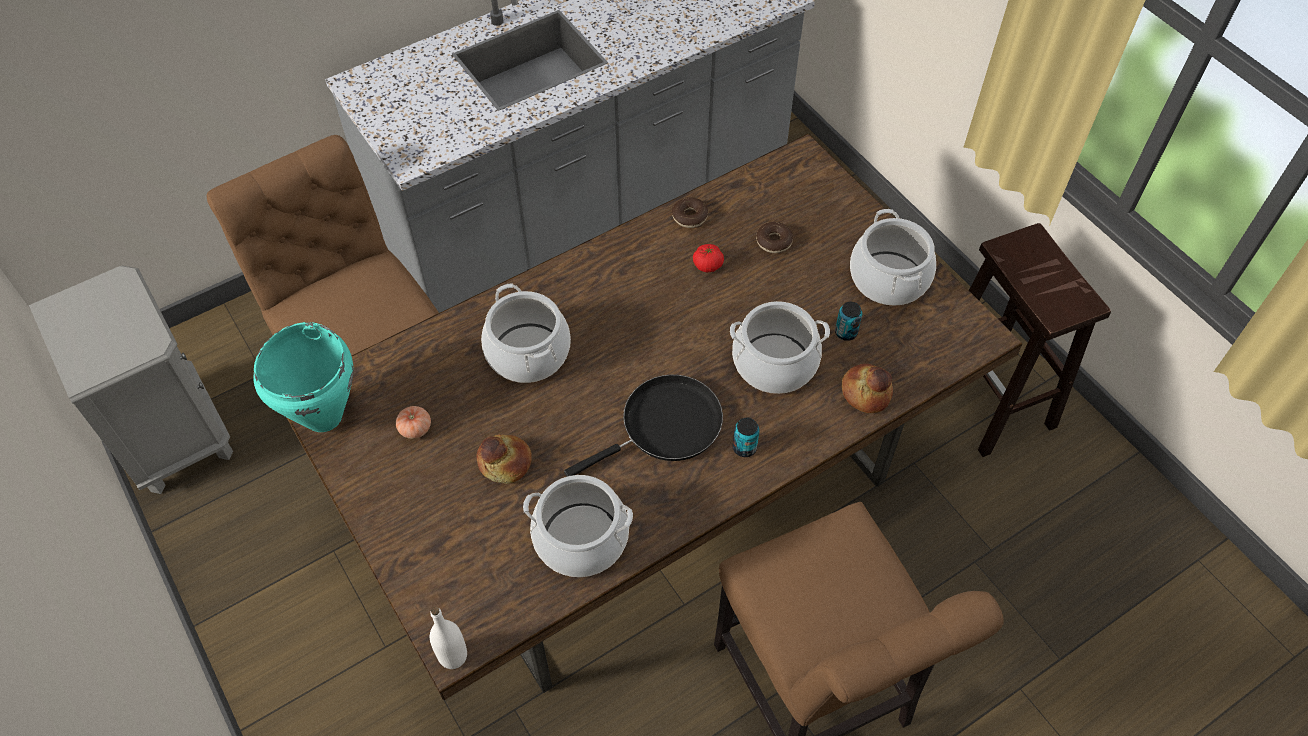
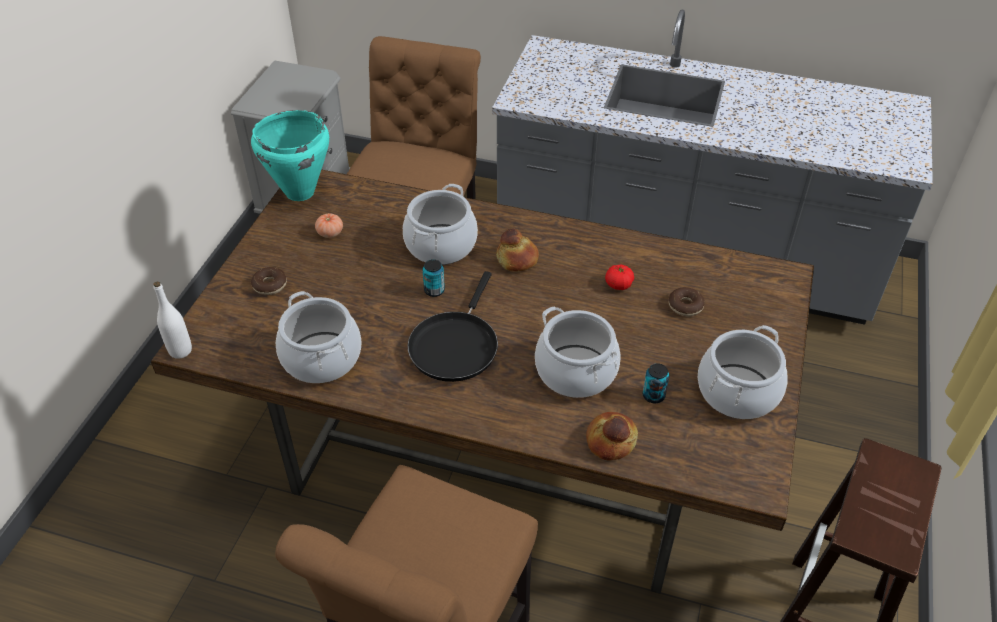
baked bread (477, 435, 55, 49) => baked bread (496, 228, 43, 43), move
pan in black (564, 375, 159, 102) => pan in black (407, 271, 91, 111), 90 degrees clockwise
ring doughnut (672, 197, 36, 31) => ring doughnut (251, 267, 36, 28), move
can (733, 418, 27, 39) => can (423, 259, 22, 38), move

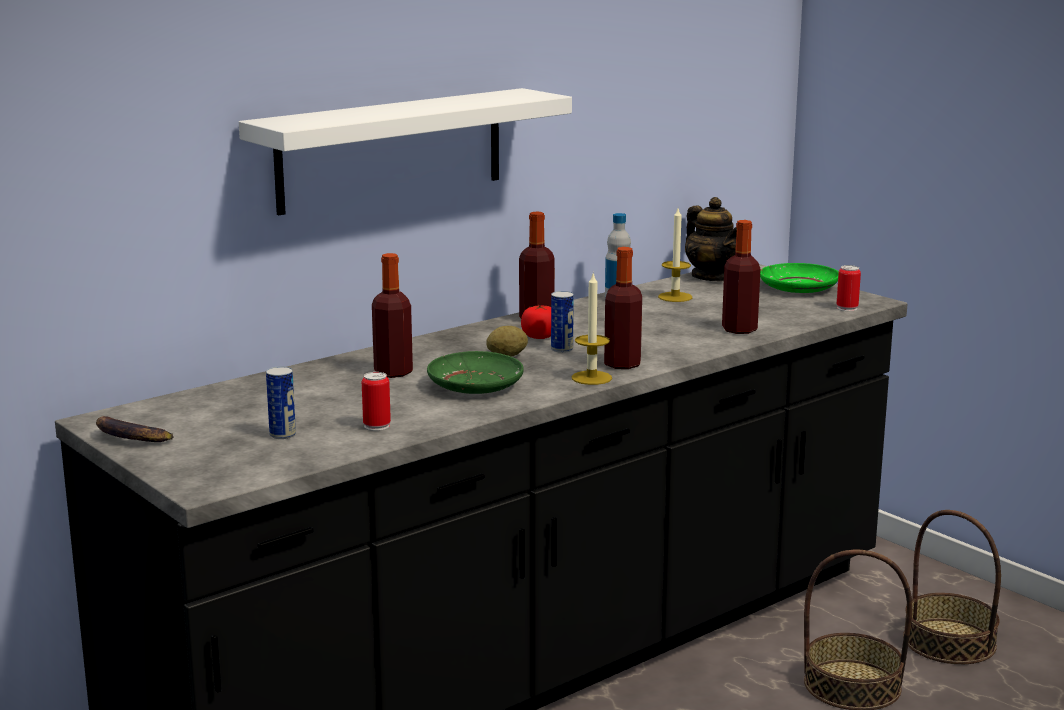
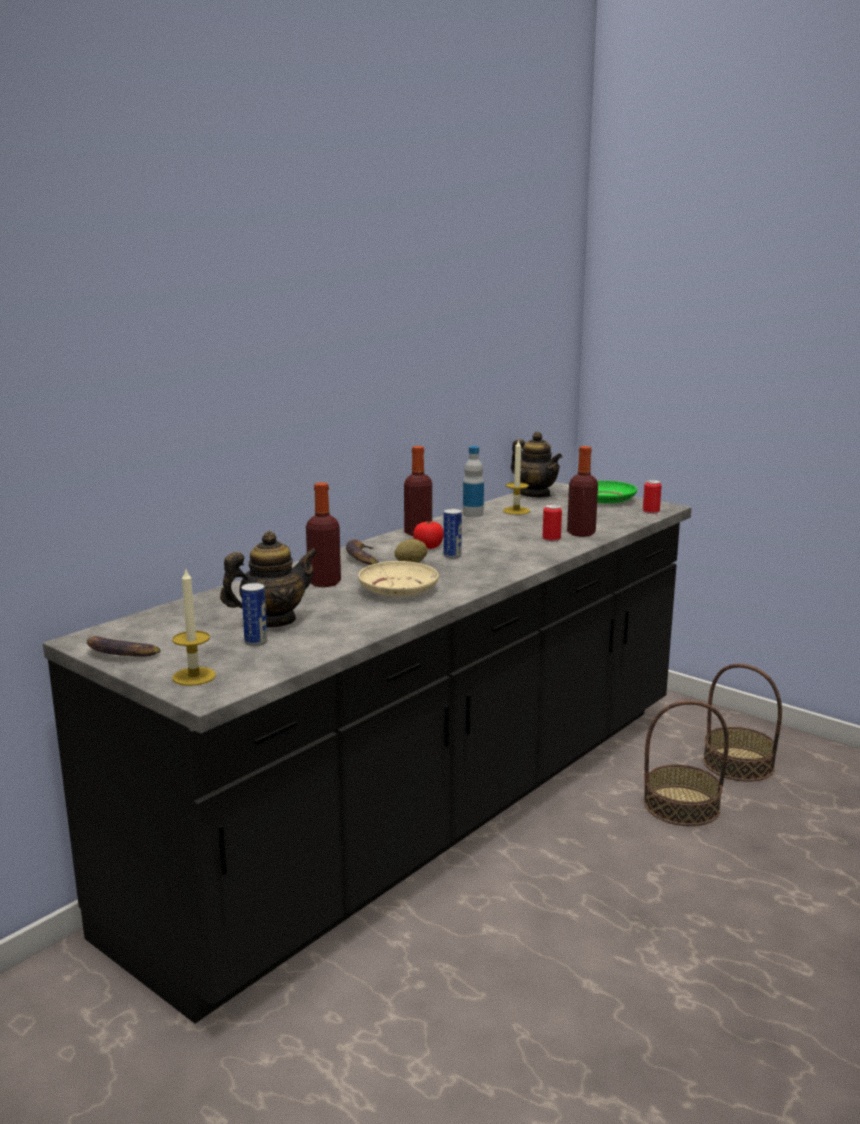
shelf in whitish (239, 88, 333, 127) => nothing
can (362, 372, 29, 59) => can (542, 504, 20, 39), move
dinner plate in greenish (427, 351, 96, 43) => dinner plate in beige (358, 561, 81, 36)
wax light (572, 274, 40, 111) => wax light (172, 567, 44, 119), move
beverage bottle (604, 247, 38, 122) => nothing
nothing => pot for tea (220, 531, 98, 96)
nothing => banana (346, 539, 33, 26)

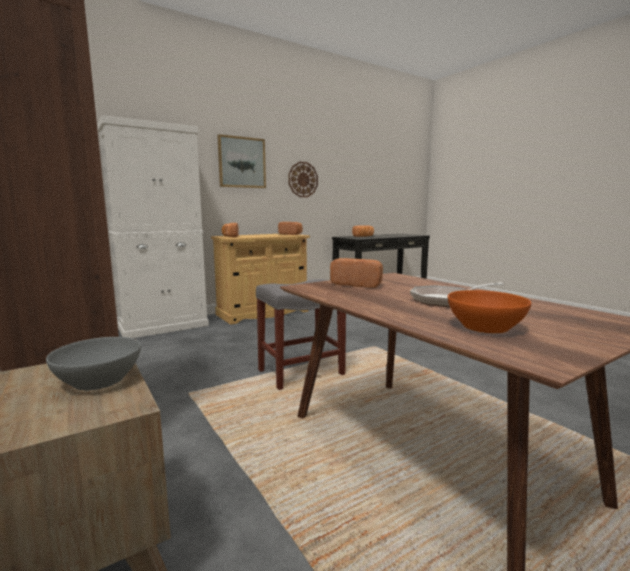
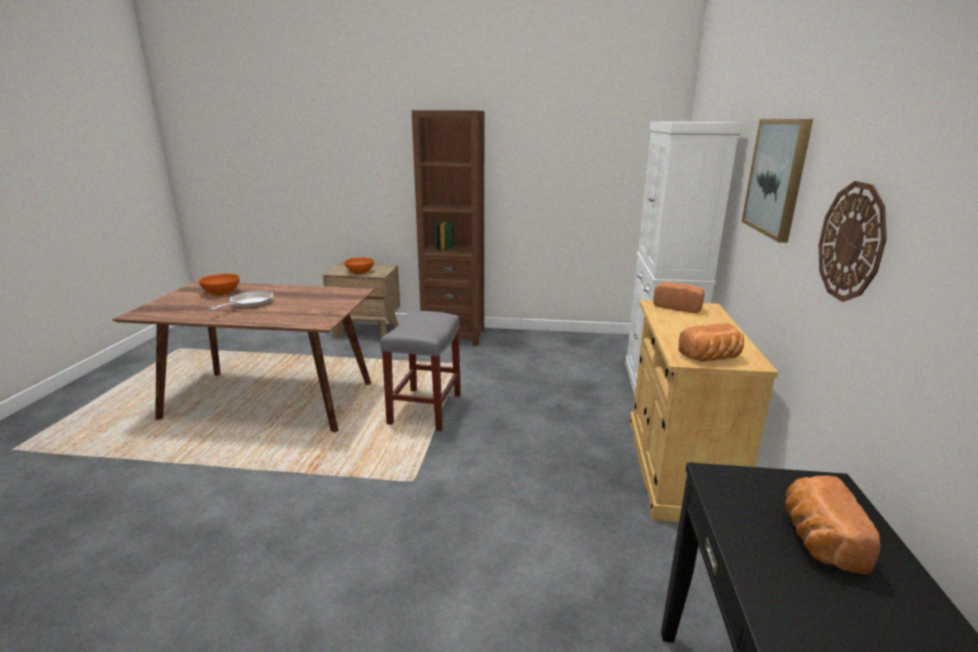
serving bowl in gray (46, 337, 95, 53) => serving bowl in orange (344, 257, 30, 17)
baked bread (330, 258, 53, 30) => nothing

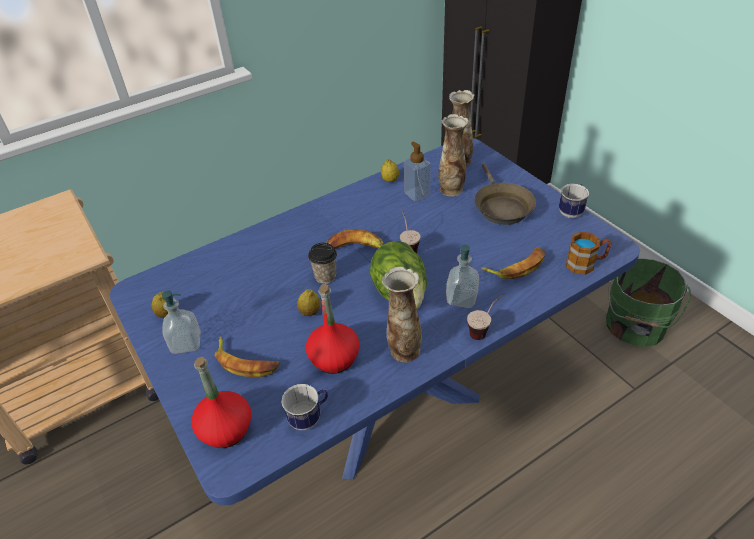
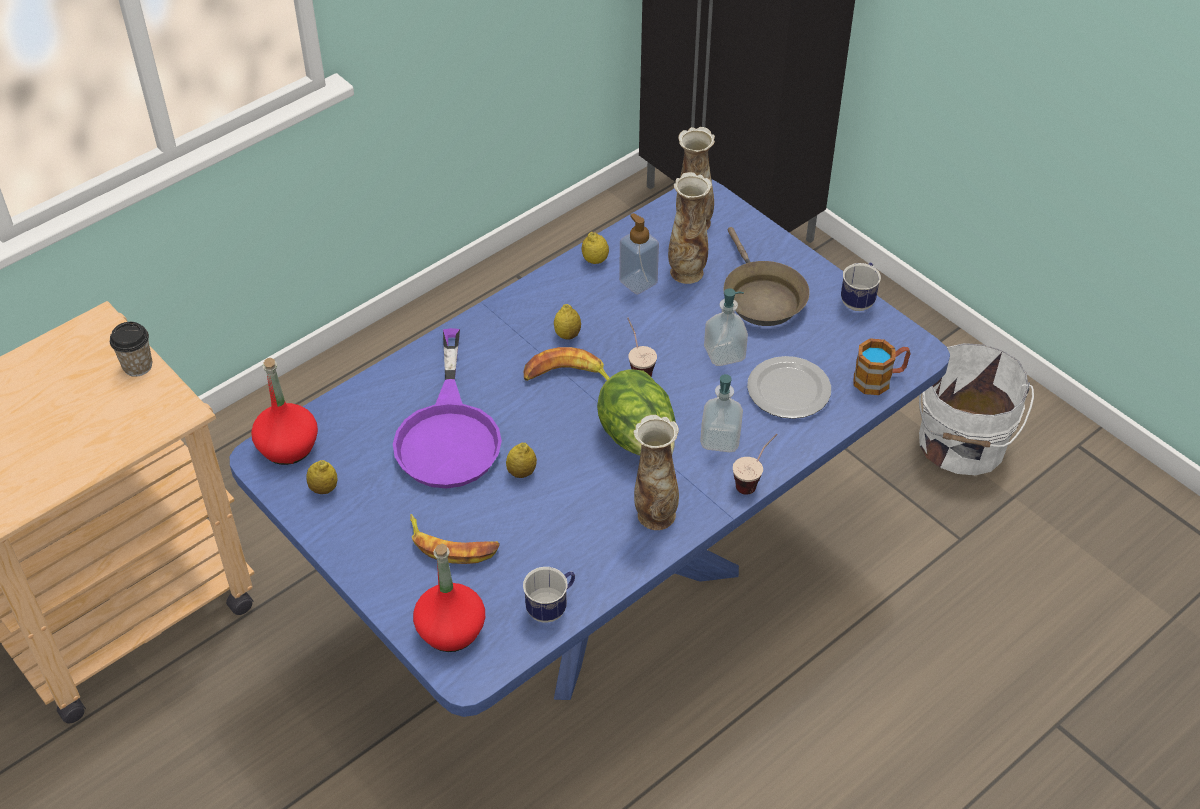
soap bottle (162, 291, 39, 63) => soap bottle (704, 288, 44, 78), move
beverage bottle in red (306, 284, 54, 90) => beverage bottle in red (251, 358, 67, 107), move
cup (308, 243, 29, 41) => cup (110, 322, 42, 55), move
banana (481, 247, 64, 32) => dinner plate (747, 356, 84, 63)
bucket in greenish (606, 258, 85, 89) => bucket in whitish (919, 343, 115, 132)
nothing => pan in purplish (393, 328, 109, 161)
nothing => lemon (554, 304, 27, 36)

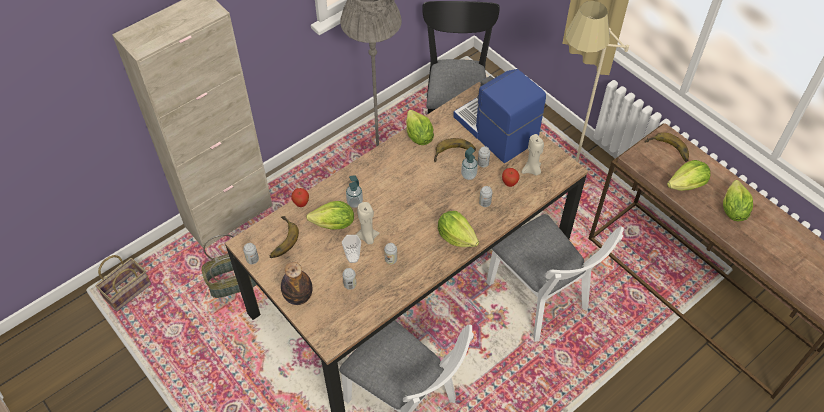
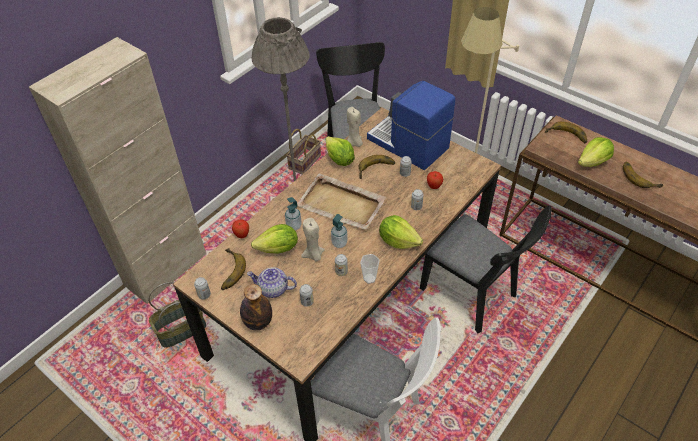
household basket (96, 255, 55, 56) => household basket (286, 129, 35, 45), move
cup (342, 235, 19, 28) => cup (360, 254, 20, 30), move
soap bottle (461, 147, 17, 33) => soap bottle (331, 214, 17, 34), move
plain chair in whitish (486, 214, 138, 128) => plain chair in black (420, 205, 132, 128)
wax light in beige (521, 134, 23, 42) => wax light in beige (347, 107, 16, 40), move
lettuce head (723, 180, 30, 41) => banana (623, 161, 40, 27)
nothing => pot for tea (247, 267, 50, 31)
nothing => serving tray in beige (297, 174, 90, 56)

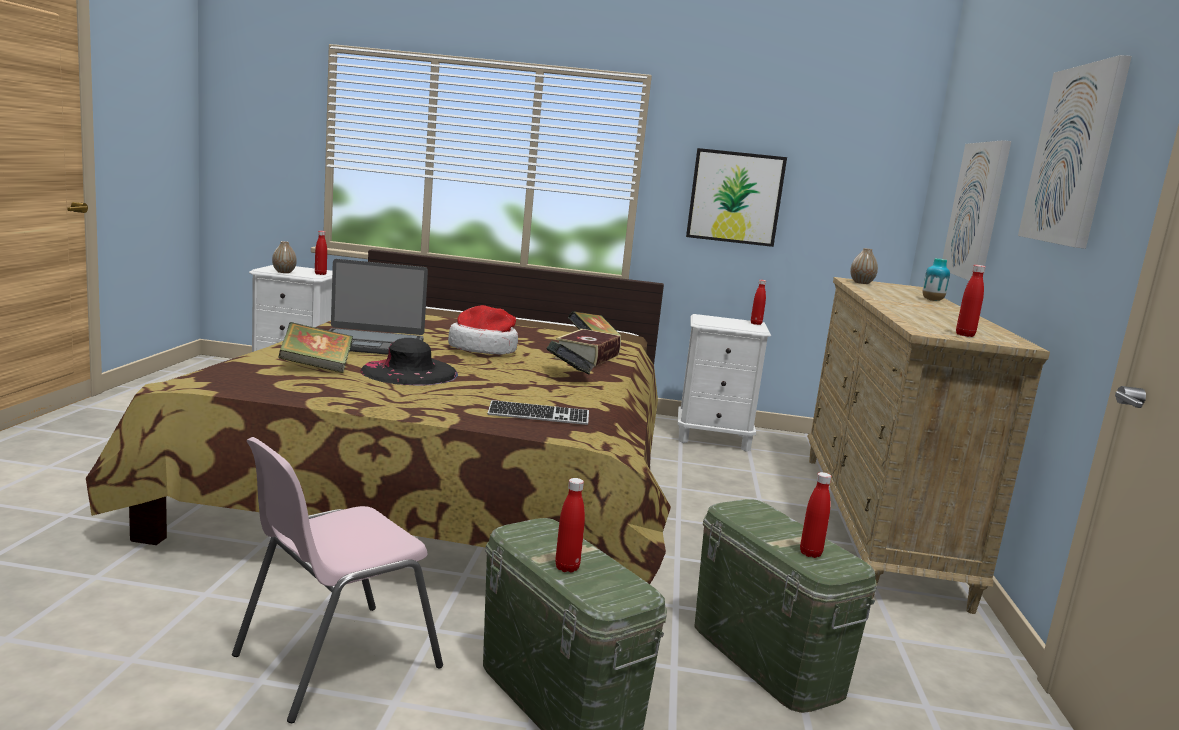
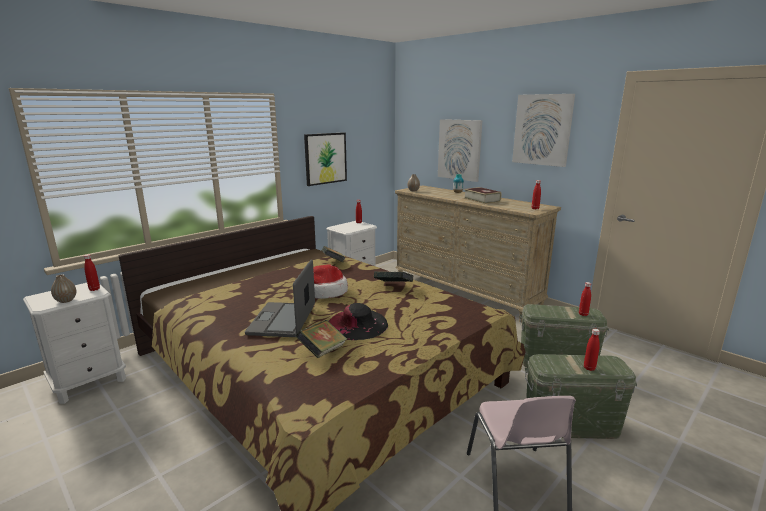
notebook computer (328, 259, 100, 96) => notebook computer (245, 260, 70, 77), 150 degrees clockwise
keyboard (487, 400, 102, 25) => nothing
bound book (554, 329, 67, 38) => bound book (463, 187, 38, 17), move

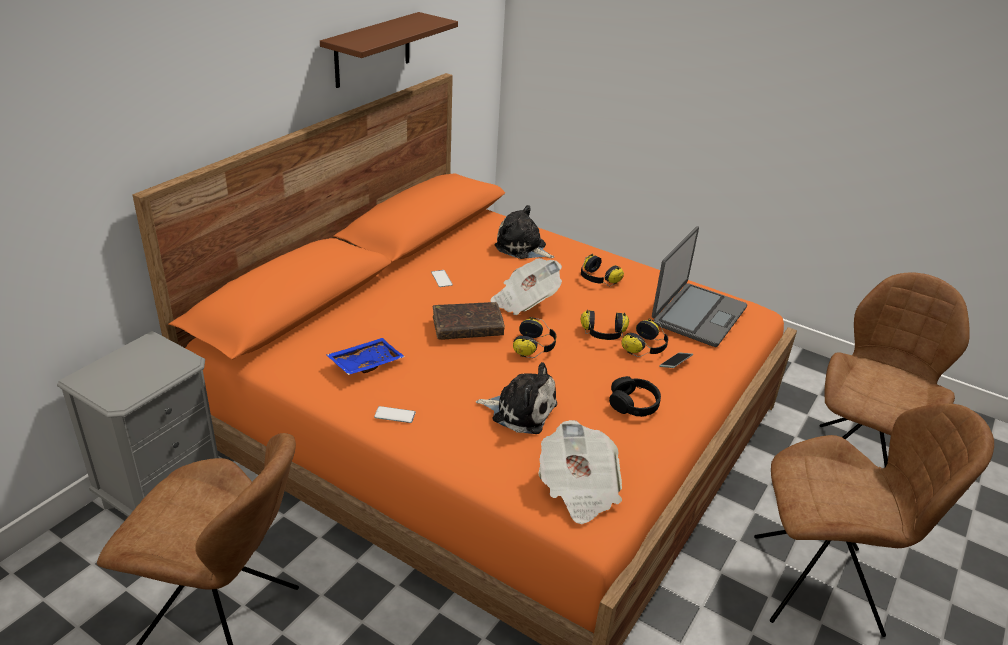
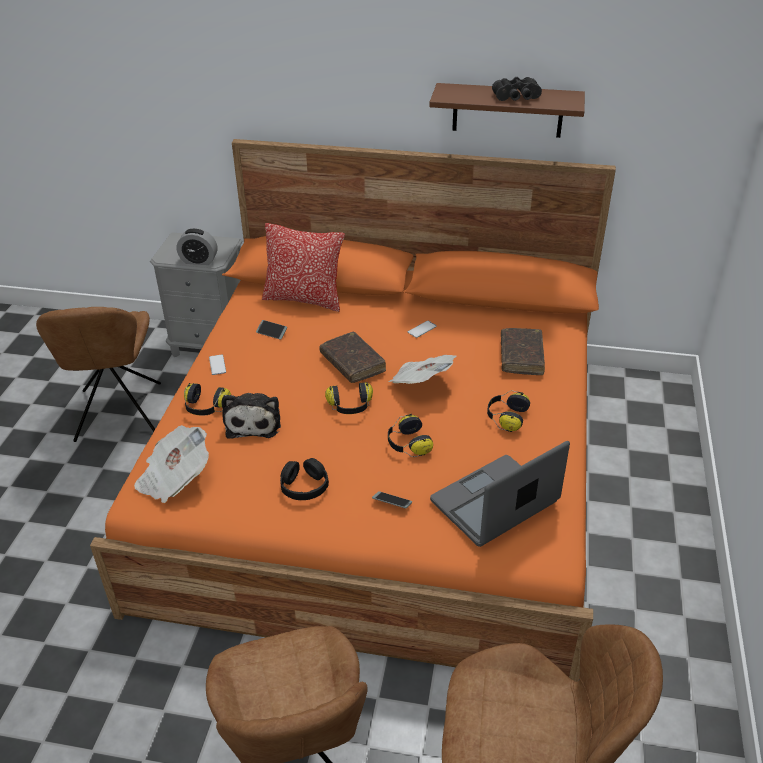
serving tray in blue (327, 338, 78, 37) => phone (256, 320, 31, 20)
plush toy (495, 205, 59, 54) => bound book in brown (501, 328, 44, 47)
pair of headphones (621, 318, 47, 39) => pair of headphones (184, 383, 47, 33), move
notebook computer (652, 226, 95, 121) => notebook computer (430, 441, 140, 106), 135 degrees clockwise
nothing => bedside clock (176, 228, 41, 37)
nothing => cushion (262, 223, 83, 89)
nothing => field glasses in black (492, 77, 50, 24)

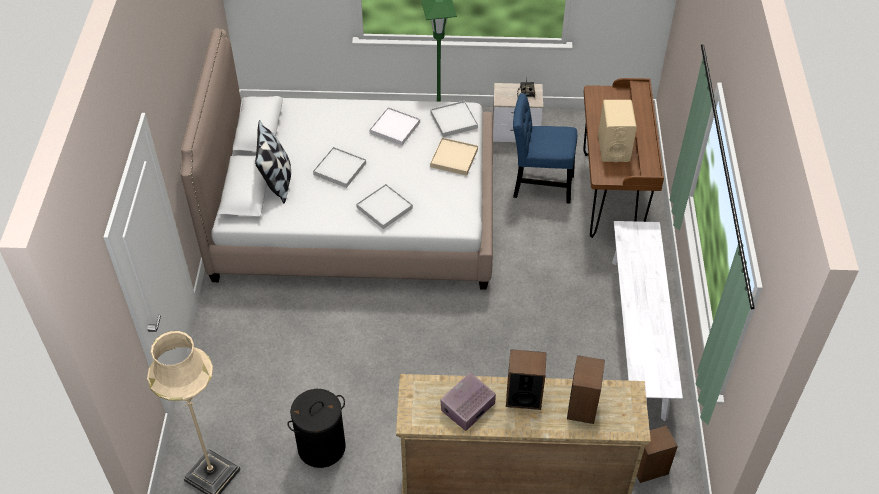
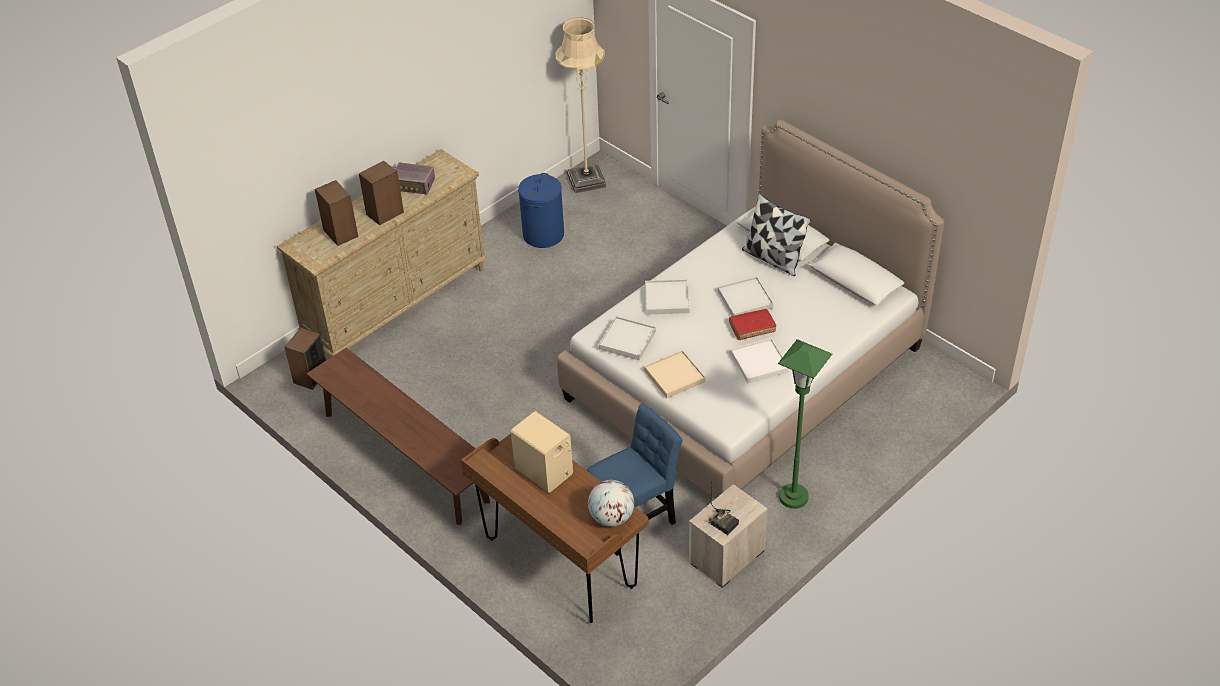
washing basket in black (288, 389, 58, 79) => washing basket in blue (518, 173, 46, 75)
serving tray in whitish (430, 101, 48, 36) => serving tray in whitish (599, 316, 57, 44), move
radio (441, 373, 55, 58) => radio (395, 162, 40, 33), 105 degrees clockwise
indoor bench in whitish (612, 221, 71, 200) => indoor bench in brown (306, 348, 184, 177)
nothing => desk globe (588, 480, 46, 47)
nothing => bound book in red (729, 309, 47, 31)

